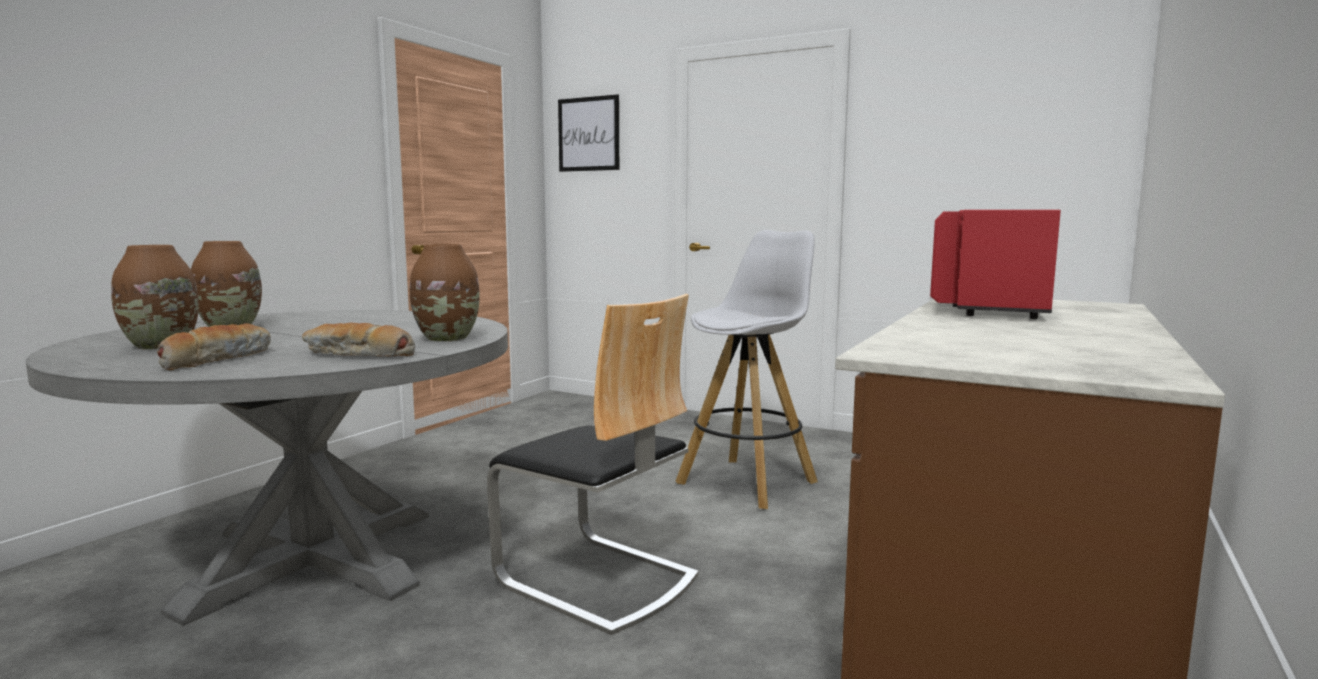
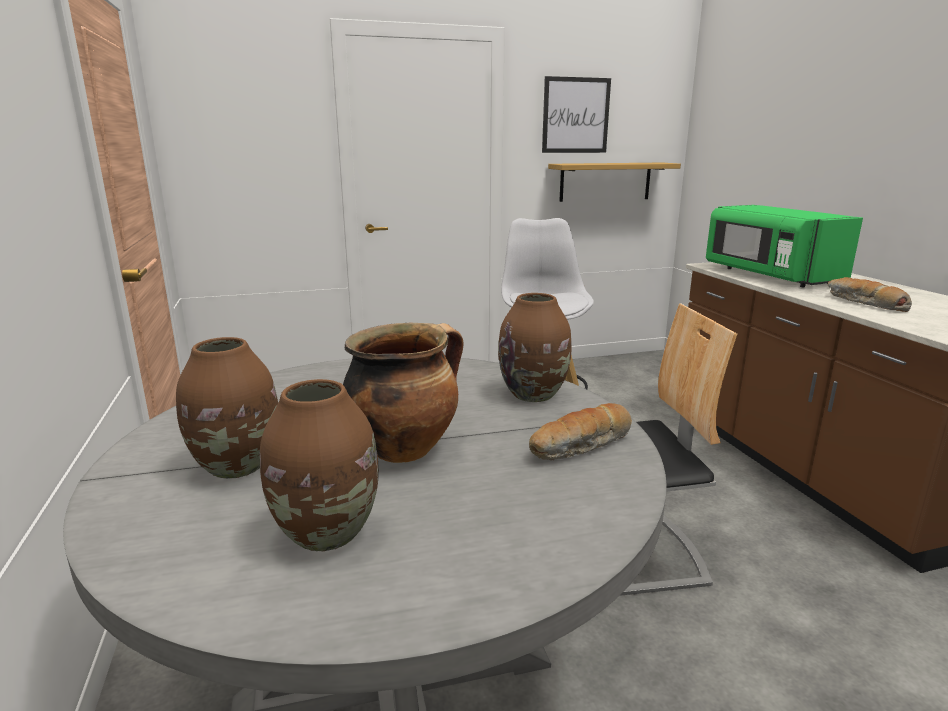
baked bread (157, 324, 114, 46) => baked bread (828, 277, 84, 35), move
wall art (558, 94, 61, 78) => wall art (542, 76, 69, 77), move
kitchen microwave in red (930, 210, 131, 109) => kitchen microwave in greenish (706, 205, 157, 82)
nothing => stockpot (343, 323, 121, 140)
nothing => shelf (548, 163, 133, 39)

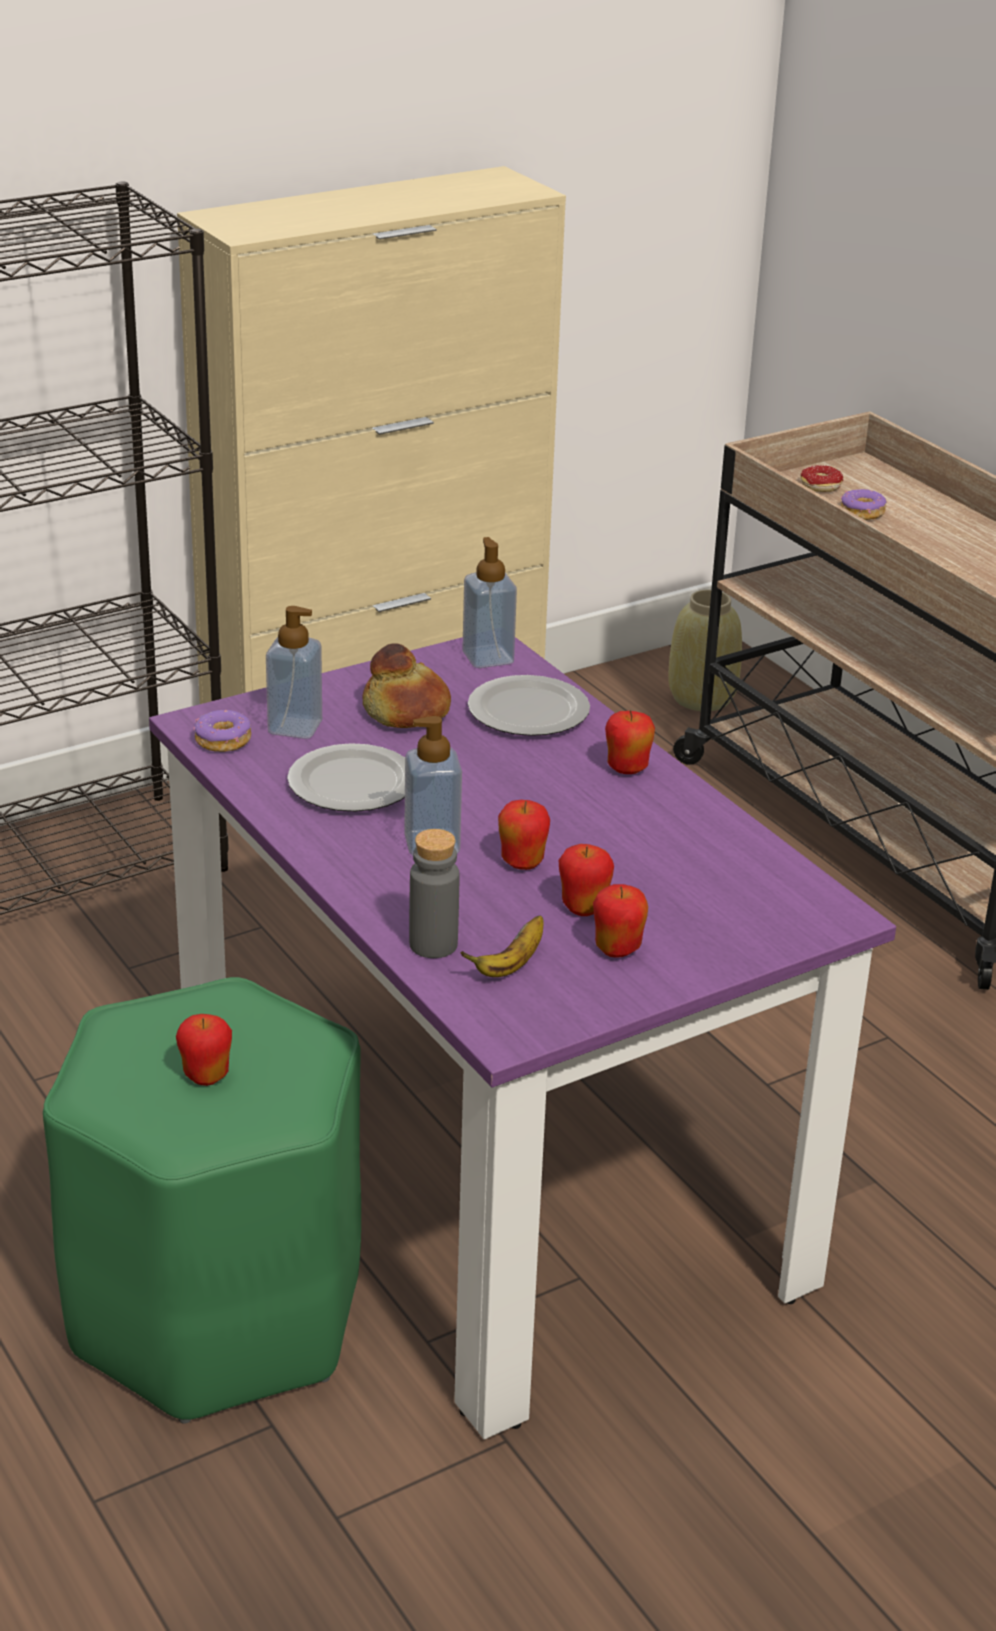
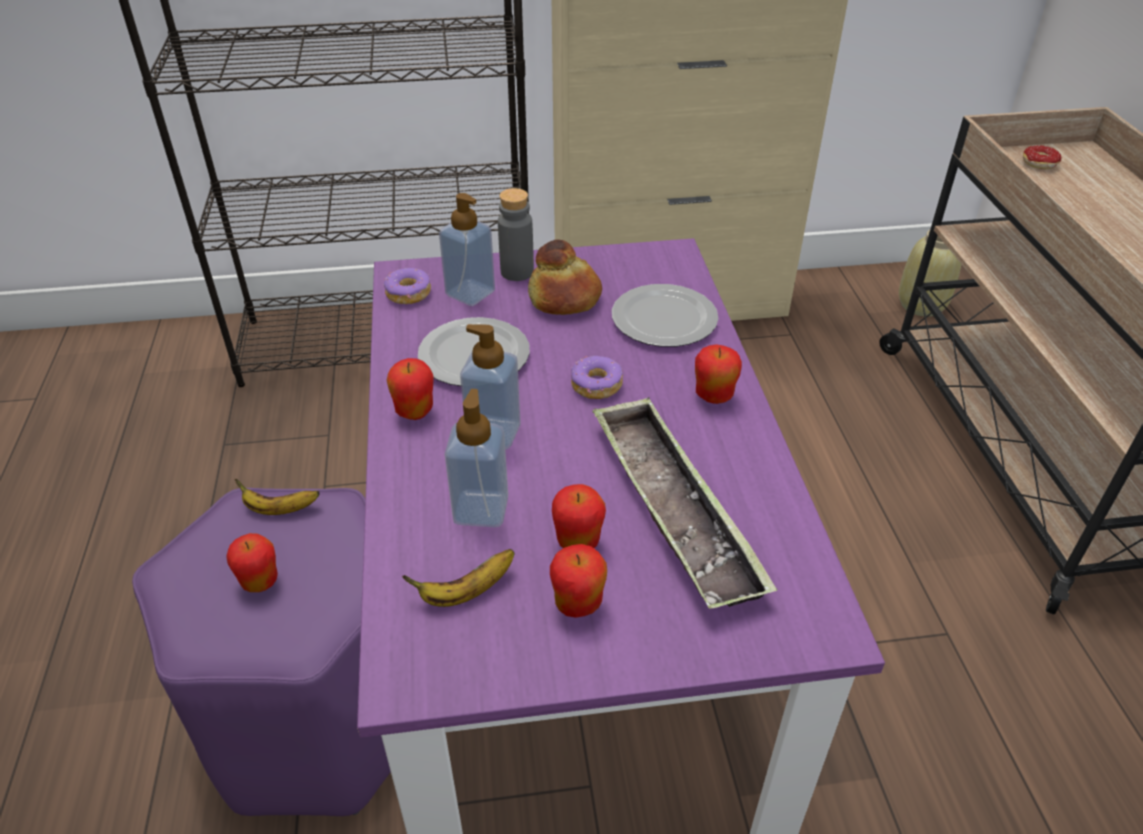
stool in greenish (43, 977, 318, 447) => stool in purplish (132, 488, 259, 328)
beverage bottle in gray (409, 829, 51, 129) => beverage bottle in gray (498, 188, 36, 93), move
soap bottle (462, 537, 55, 131) => soap bottle (445, 389, 63, 138), move
whole apple (498, 800, 52, 70) => whole apple (387, 358, 47, 62), move
ring doughnut (841, 489, 46, 31) => ring doughnut (571, 356, 52, 43), move
nothing => banana (235, 479, 84, 36)
nothing => serving tray (592, 397, 185, 212)

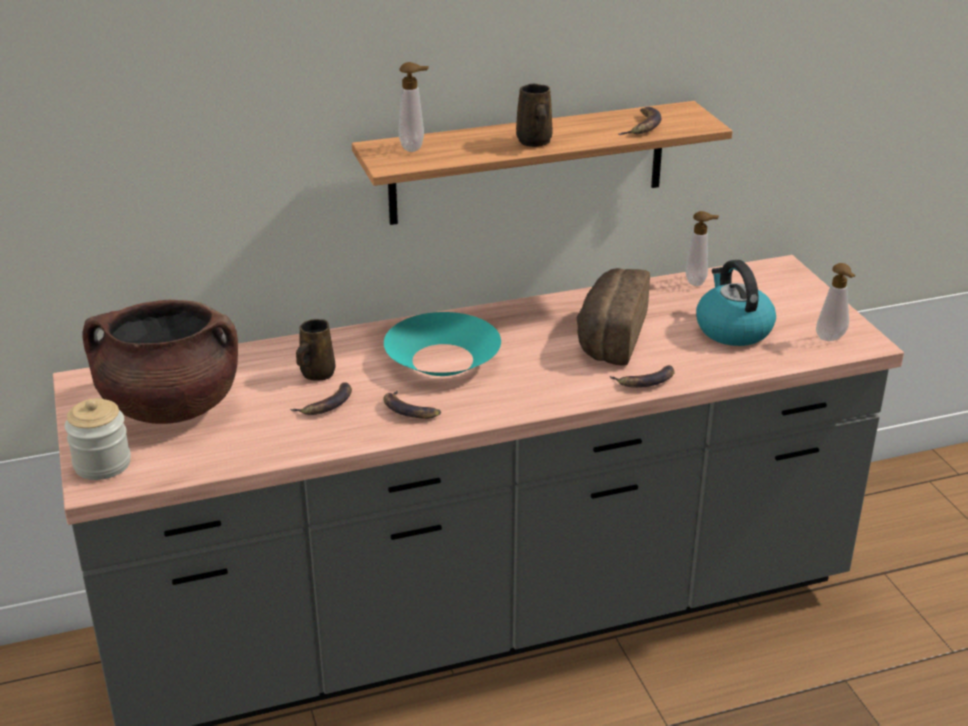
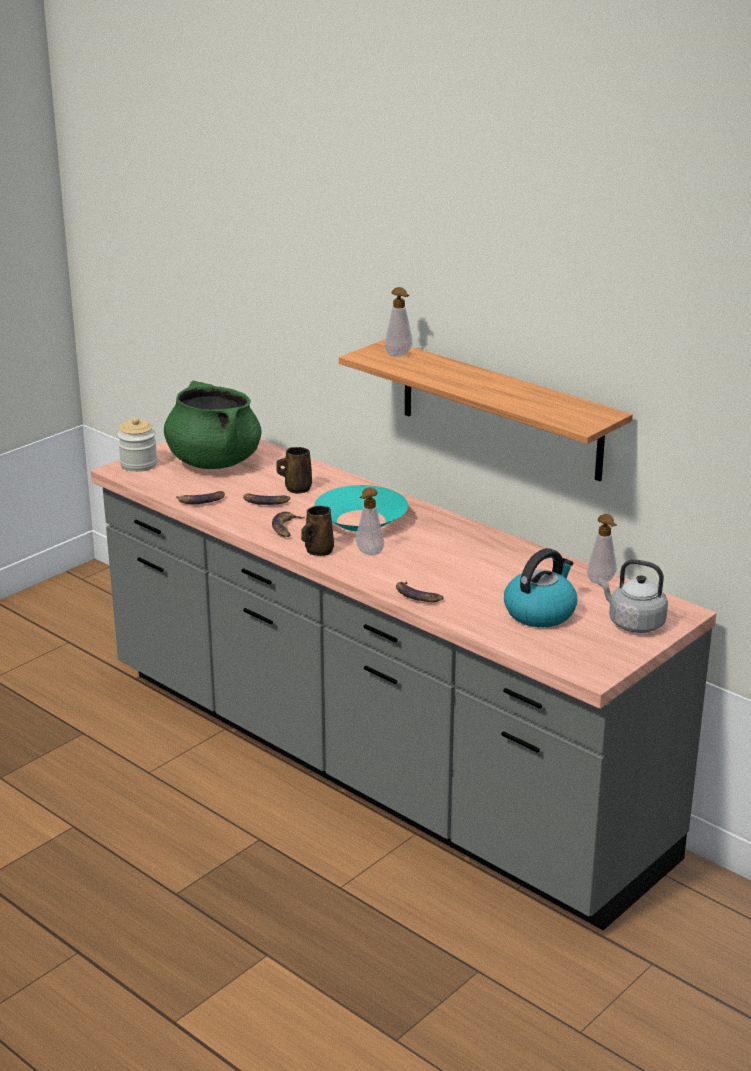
stockpot in brown (83, 300, 155, 124) => stockpot in greenish (164, 381, 98, 88)
mug in brown (516, 84, 36, 63) => mug in brown (301, 506, 33, 50), move
baked bread (576, 268, 74, 97) => nothing
banana (618, 107, 43, 28) => banana (176, 491, 49, 13), move
soap bottle (816, 263, 40, 78) => soap bottle (356, 487, 28, 68), move
nothing => tea kettle in gray (599, 559, 69, 74)

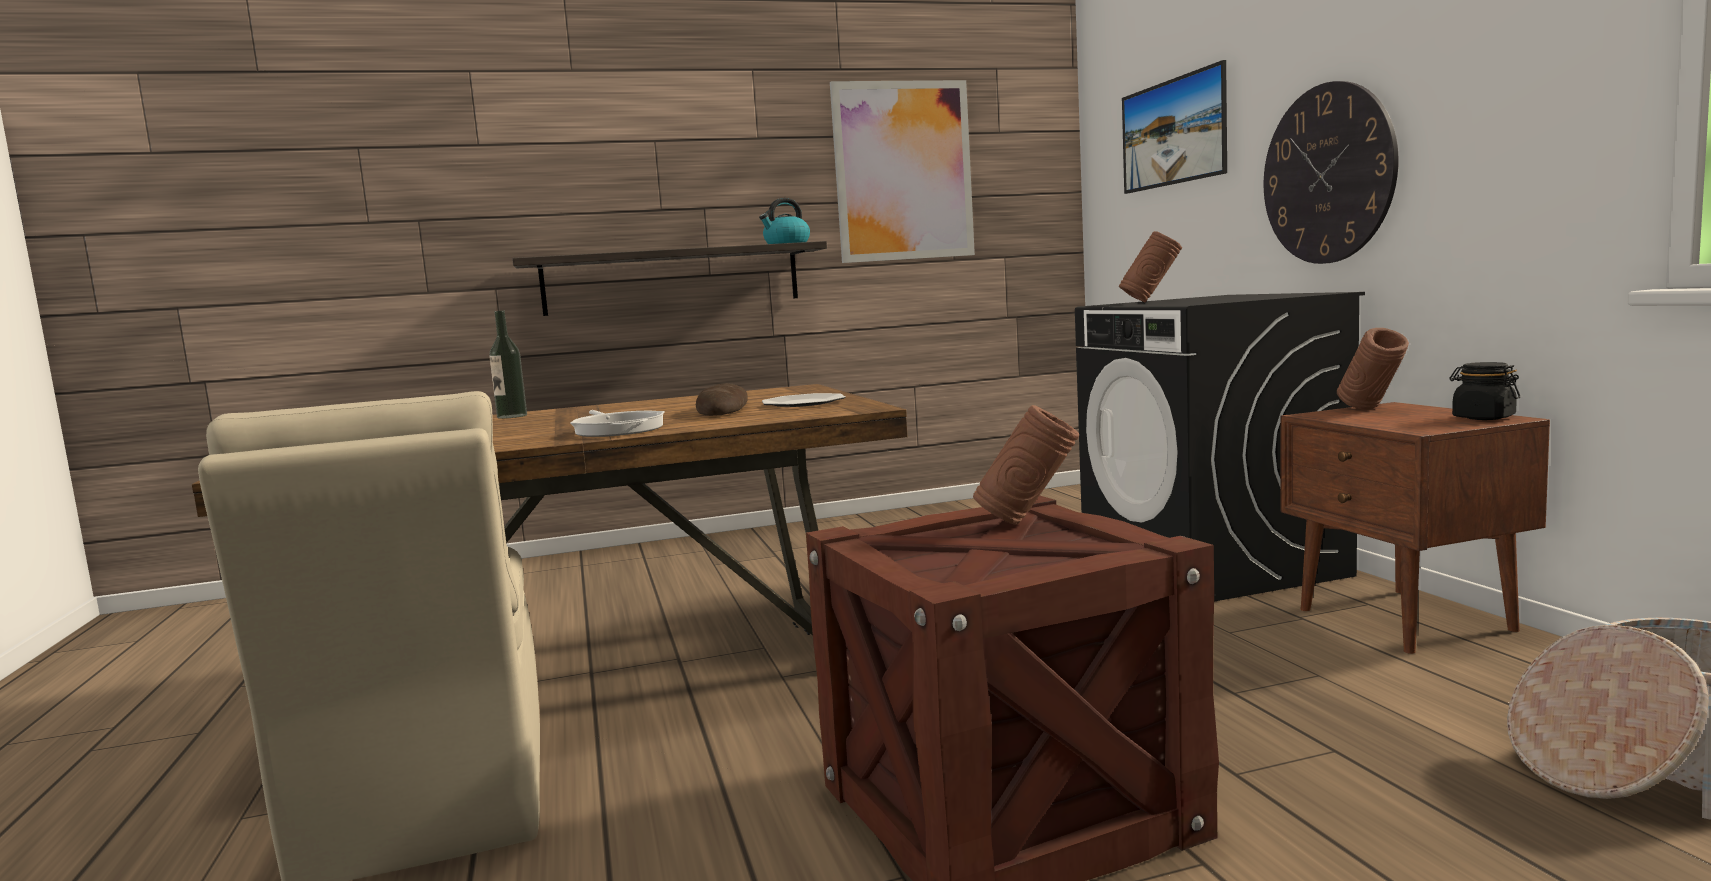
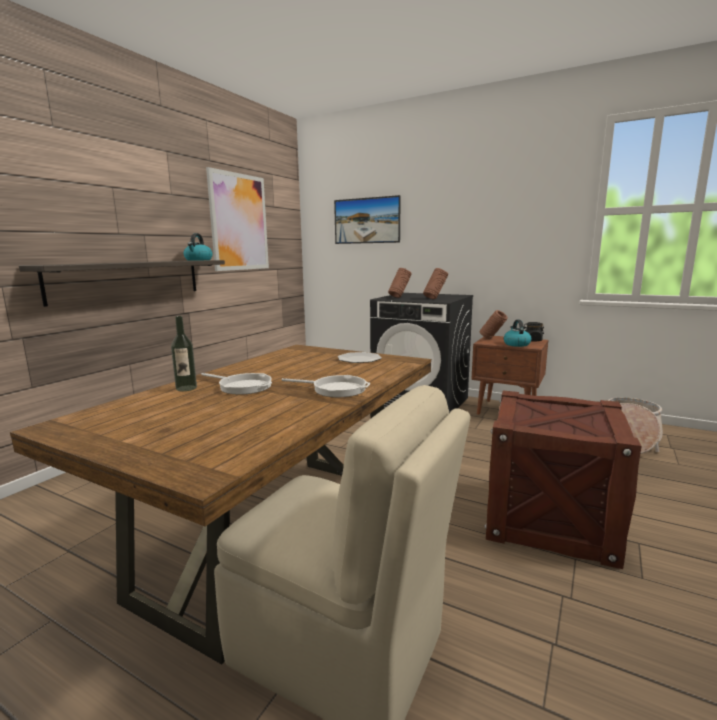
baked bread (696, 383, 52, 33) => nothing
flower vase in brown (973, 405, 106, 120) => flower vase in brown (423, 268, 25, 31), move
wall clock (1264, 81, 134, 183) => nothing
nothing => pan (201, 373, 71, 22)
nothing => tea kettle (504, 320, 27, 27)

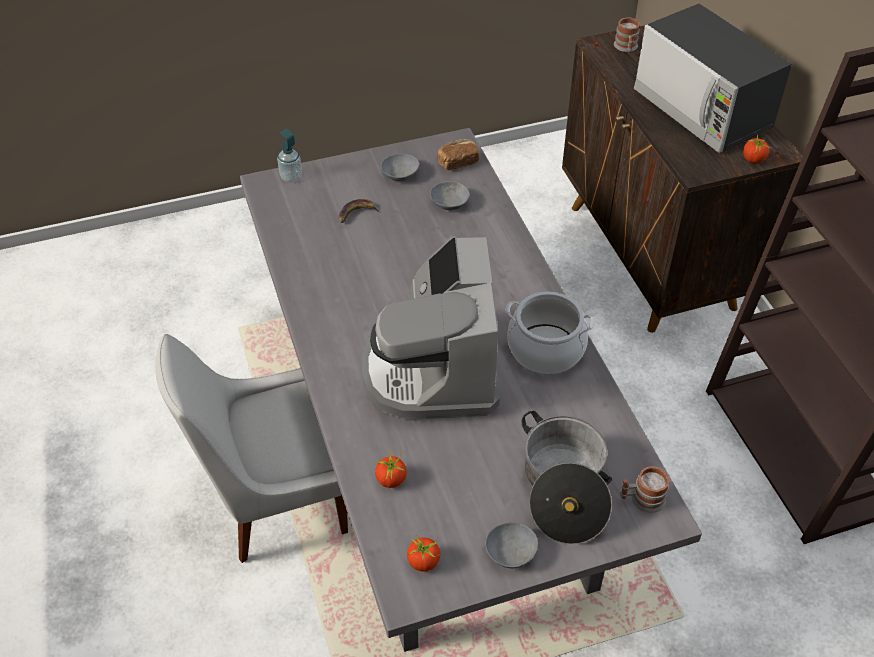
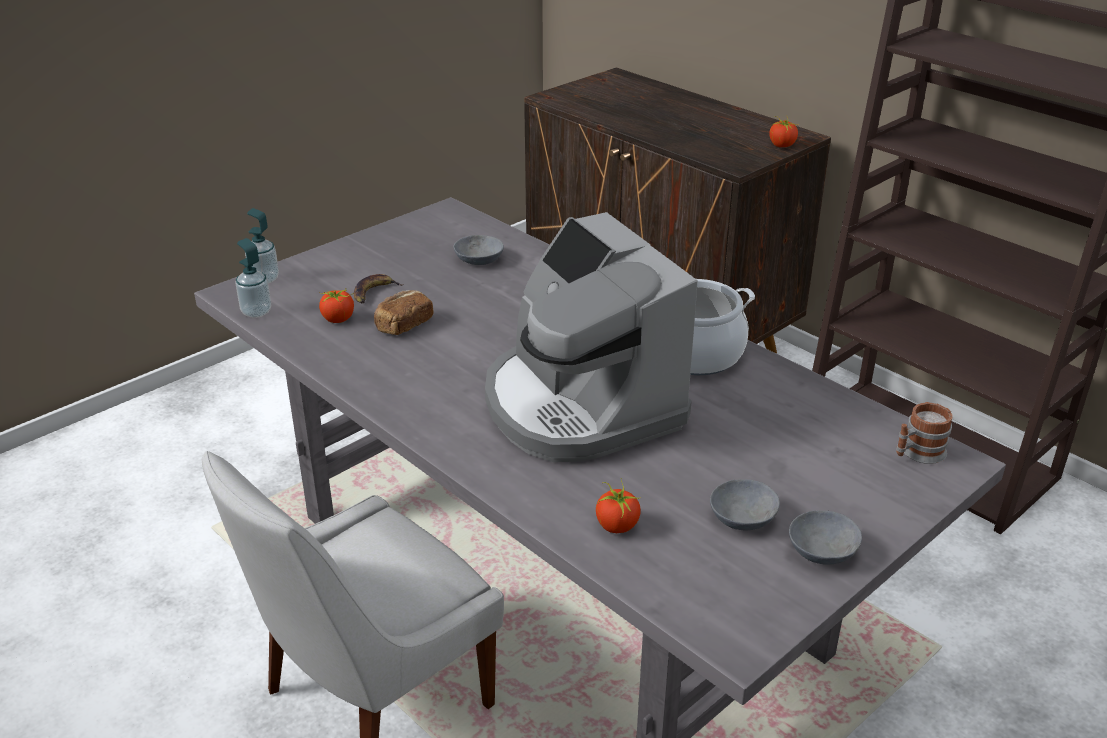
serving bowl in gray (381, 153, 38, 28) => serving bowl in gray (710, 479, 70, 52), move
fresh tomato (407, 535, 33, 37) => fresh tomato (319, 288, 35, 35), move
baked bread (437, 139, 42, 31) => baked bread (374, 290, 60, 45), move
stockpot (522, 411, 90, 133) => nothing
mug (614, 17, 26, 36) => nothing
kitchen microwave (634, 4, 158, 149) => nothing
nothing => soap bottle (236, 238, 35, 80)

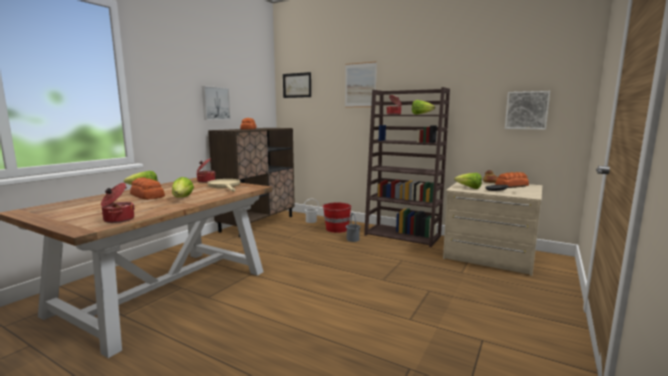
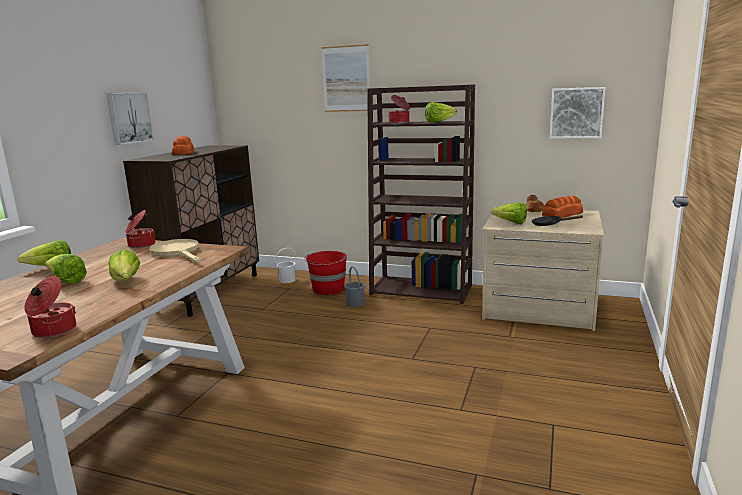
baked bread (130, 177, 35, 23) => lettuce head (45, 254, 42, 30)
wall art (283, 72, 28, 26) => nothing

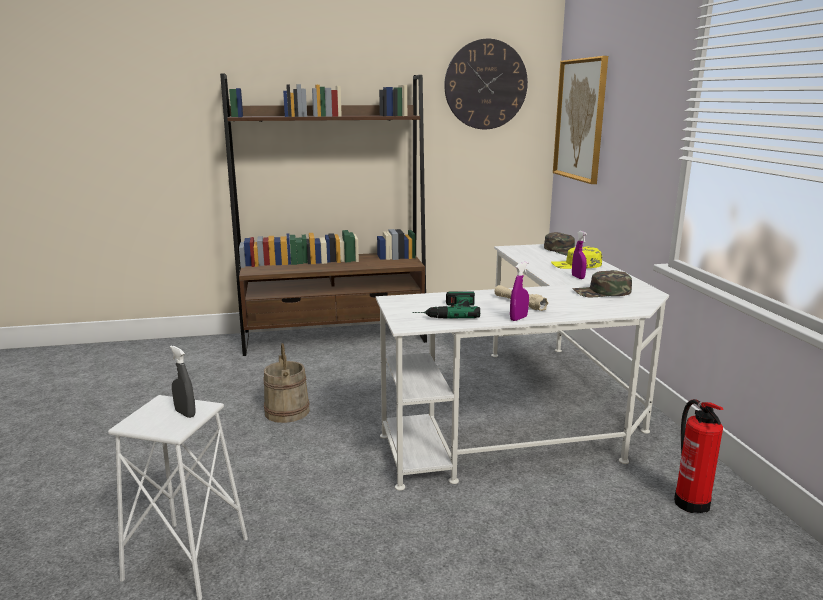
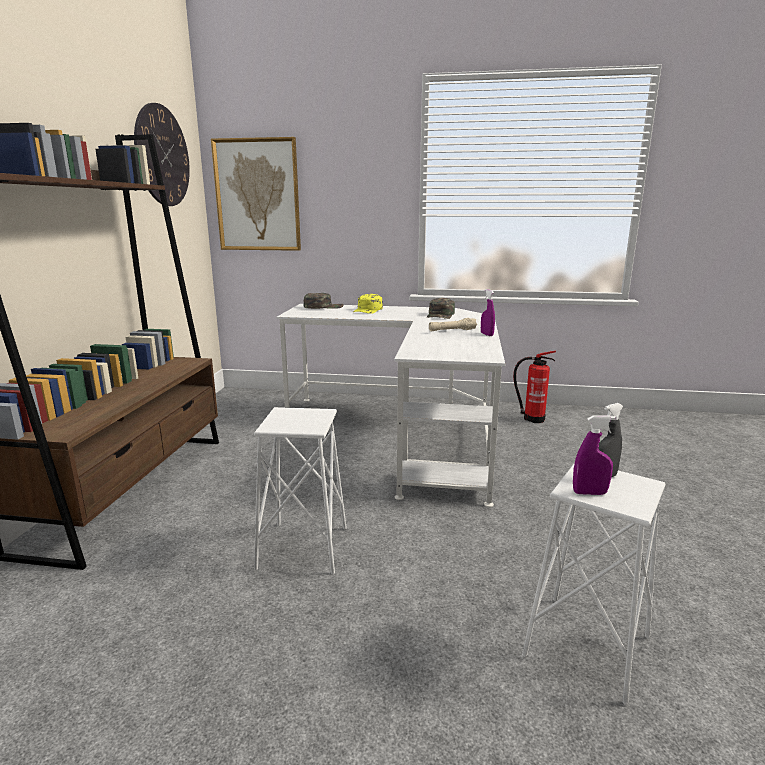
bucket in beige (263, 343, 47, 80) => stool in whitish (254, 407, 93, 168)
power drill (412, 291, 68, 28) => nothing
spray bottle in purplish (572, 231, 15, 48) => spray bottle in purplish (573, 415, 43, 80), move

